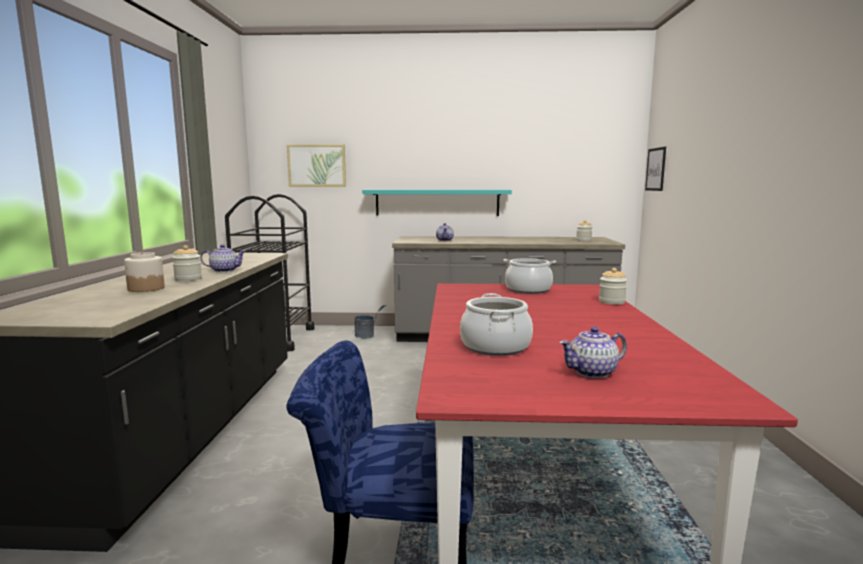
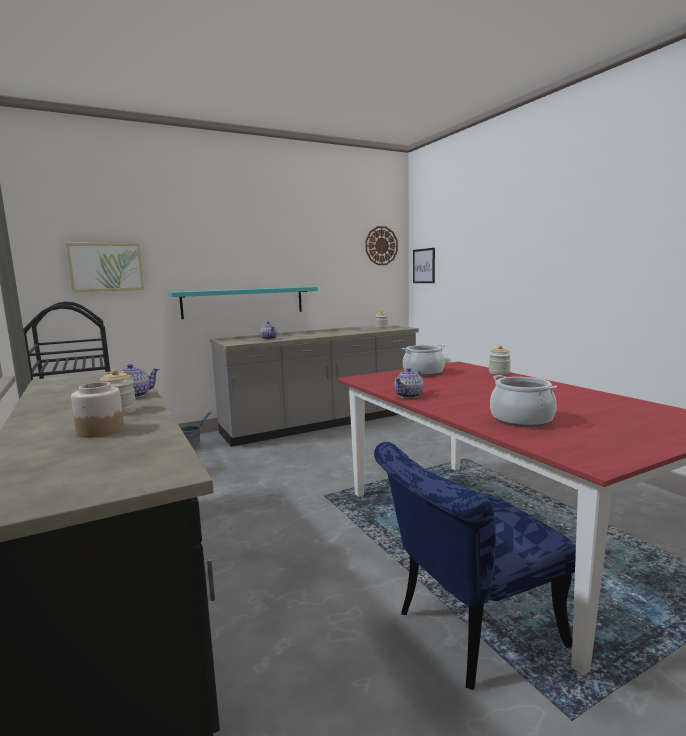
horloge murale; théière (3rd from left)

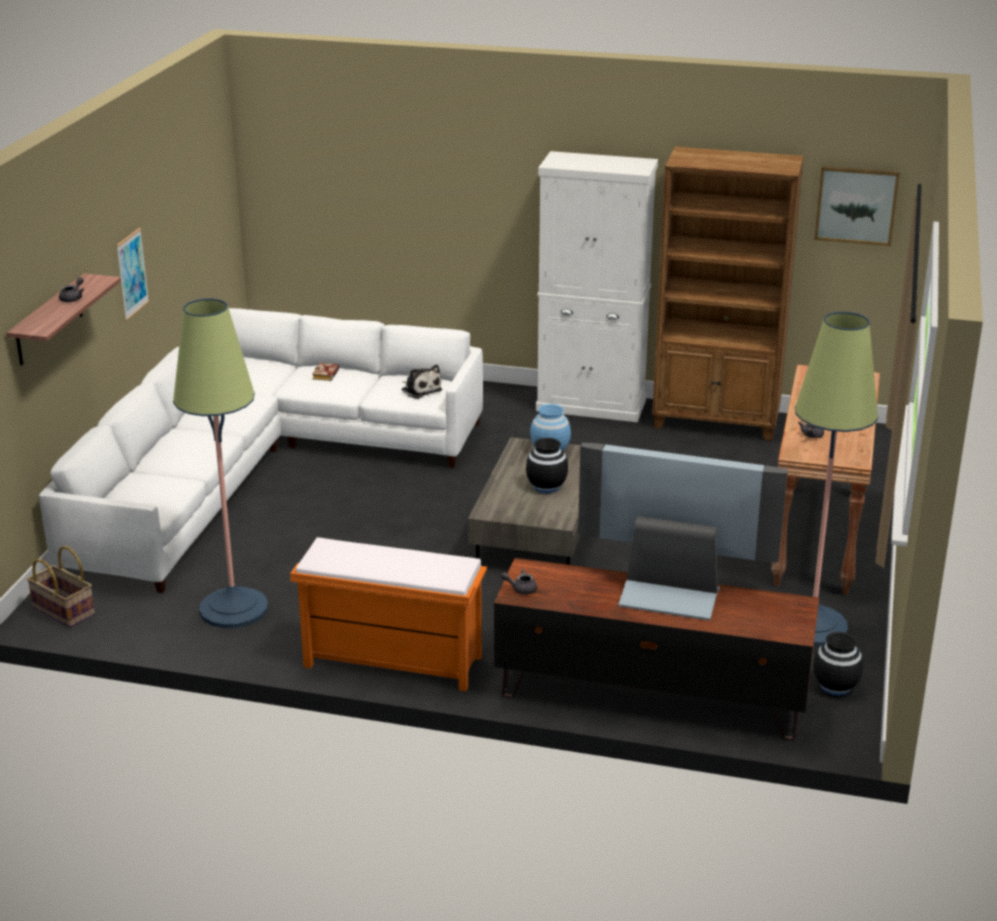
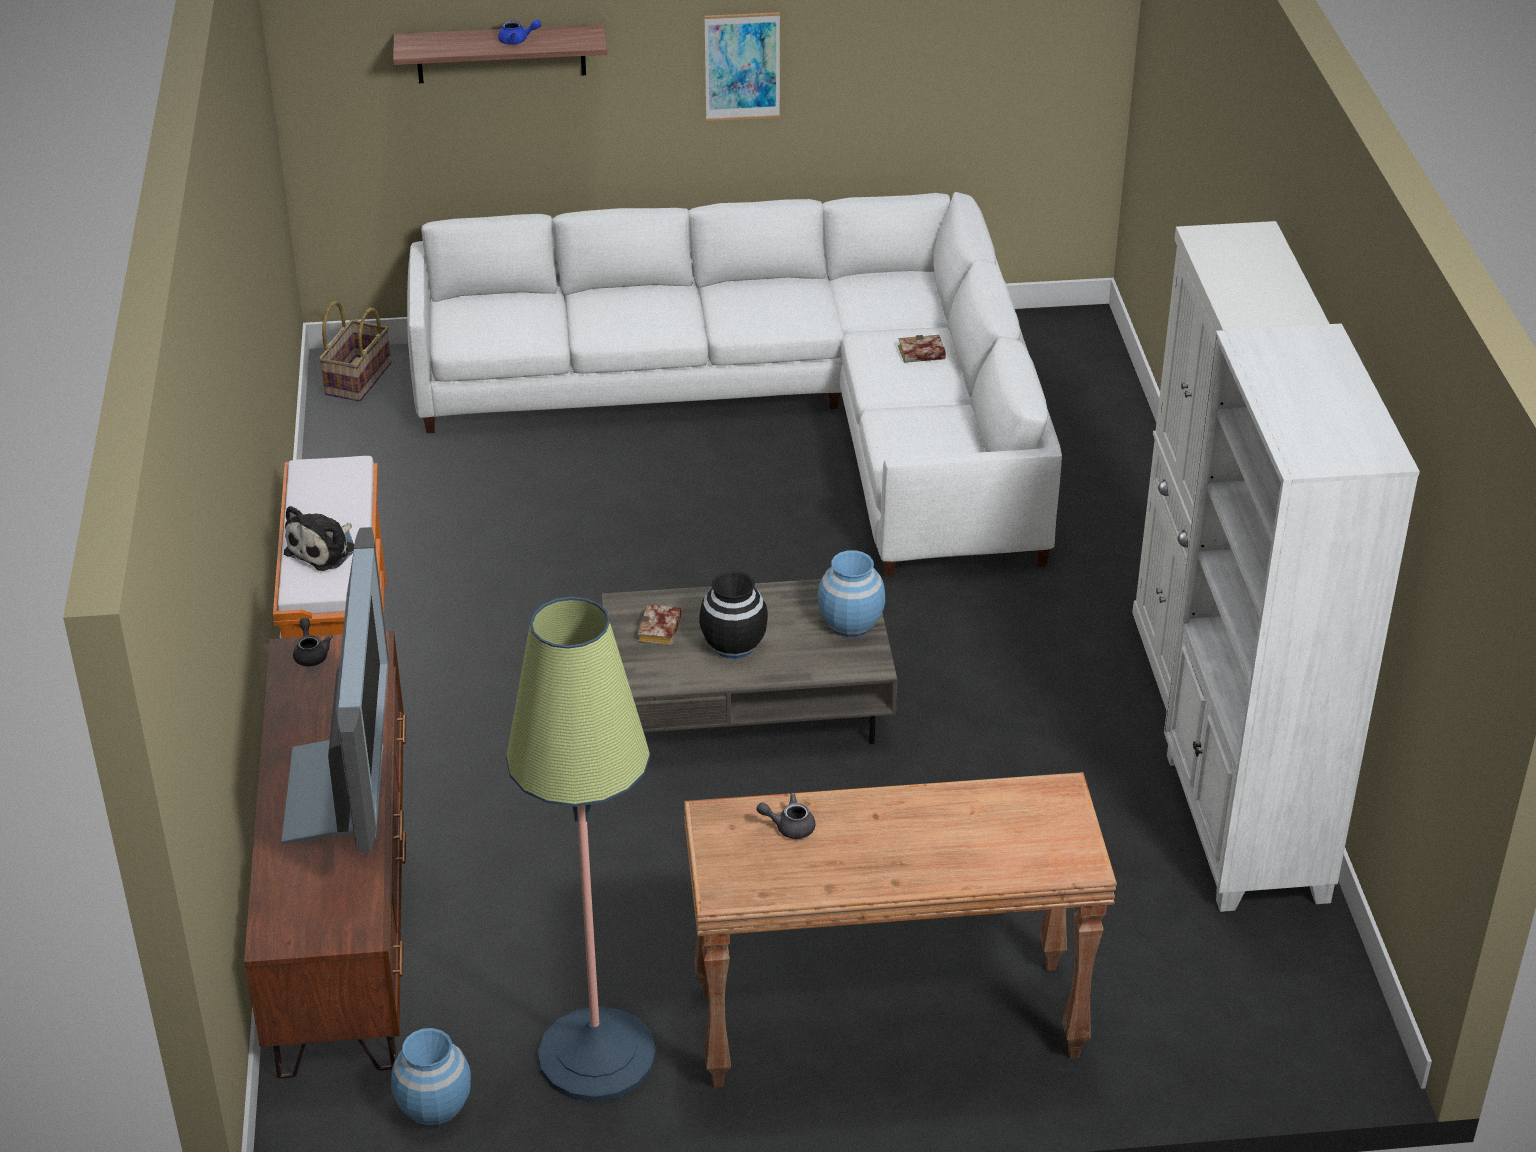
lampadaire (1st from left in the first image); tableau (2nd from left in the first image); livre (1st from left); peluche; théière [bleu]; bibliothèque [blanc]; vase [bleu] (1st from left)

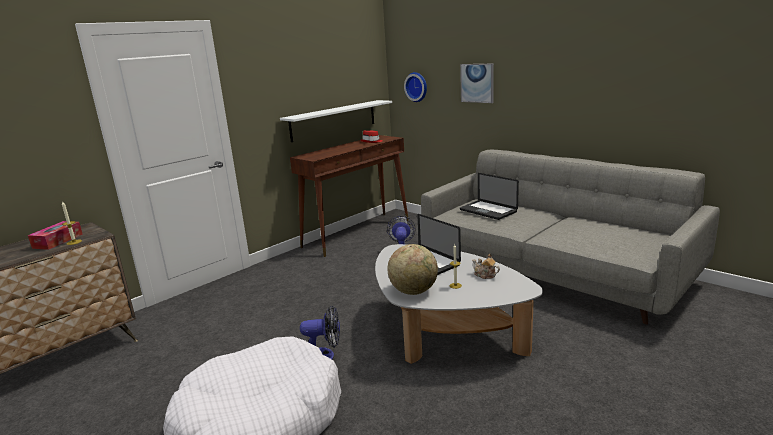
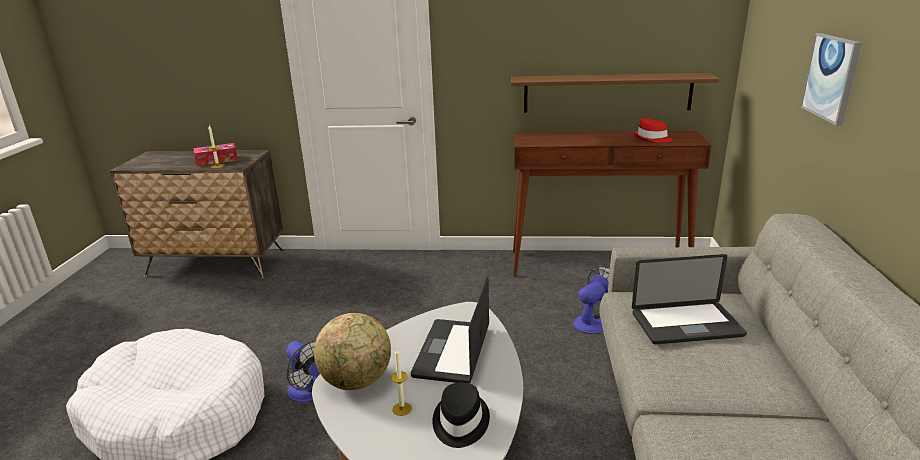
horloge murale; chapeau [noir]; étagère [marron]; ordinateur portable (2nd from left)

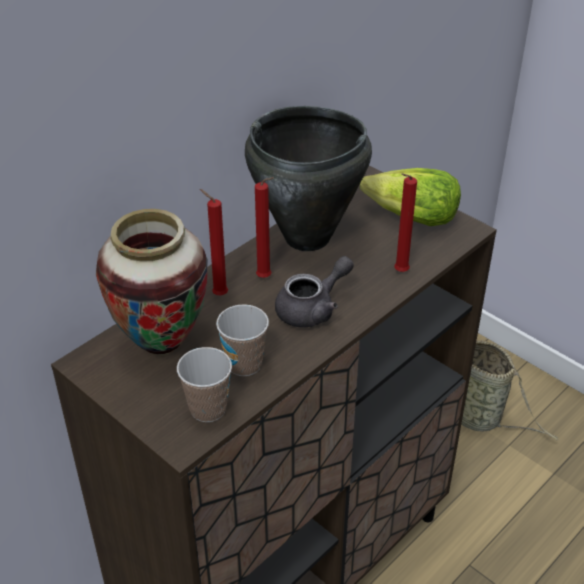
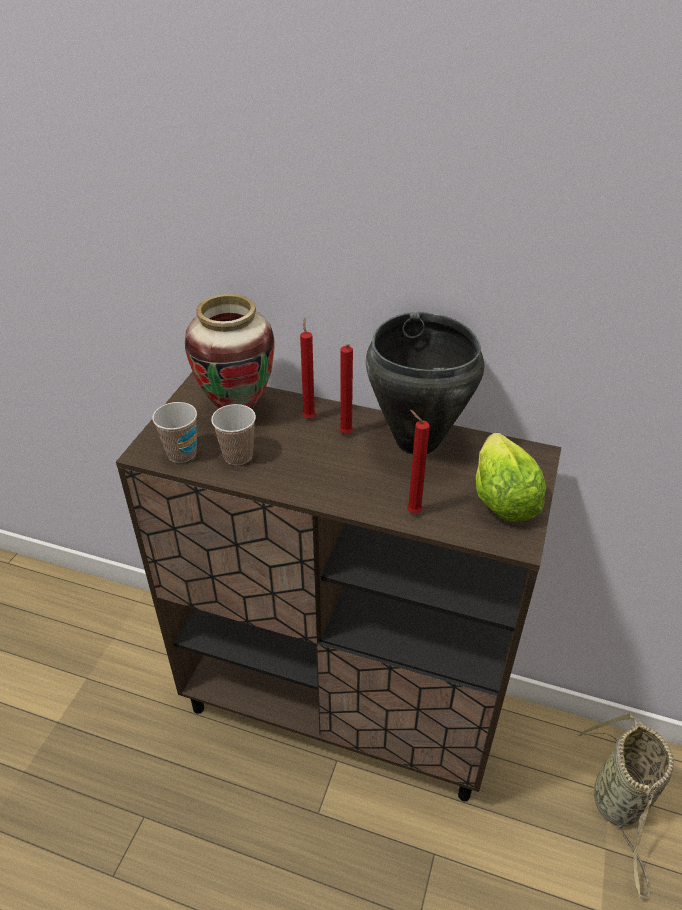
théière [gris]

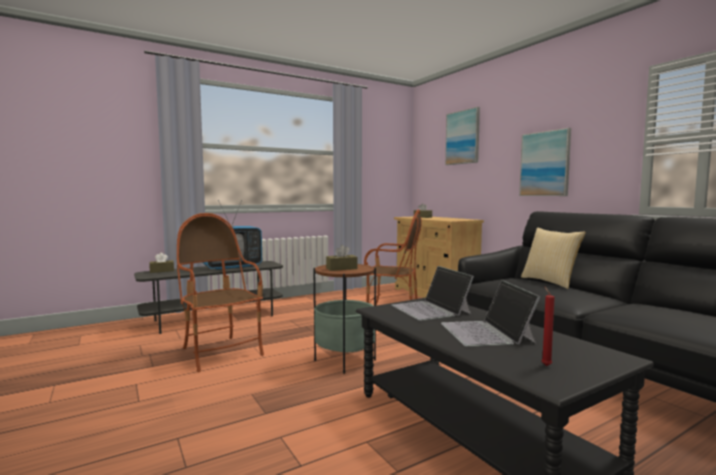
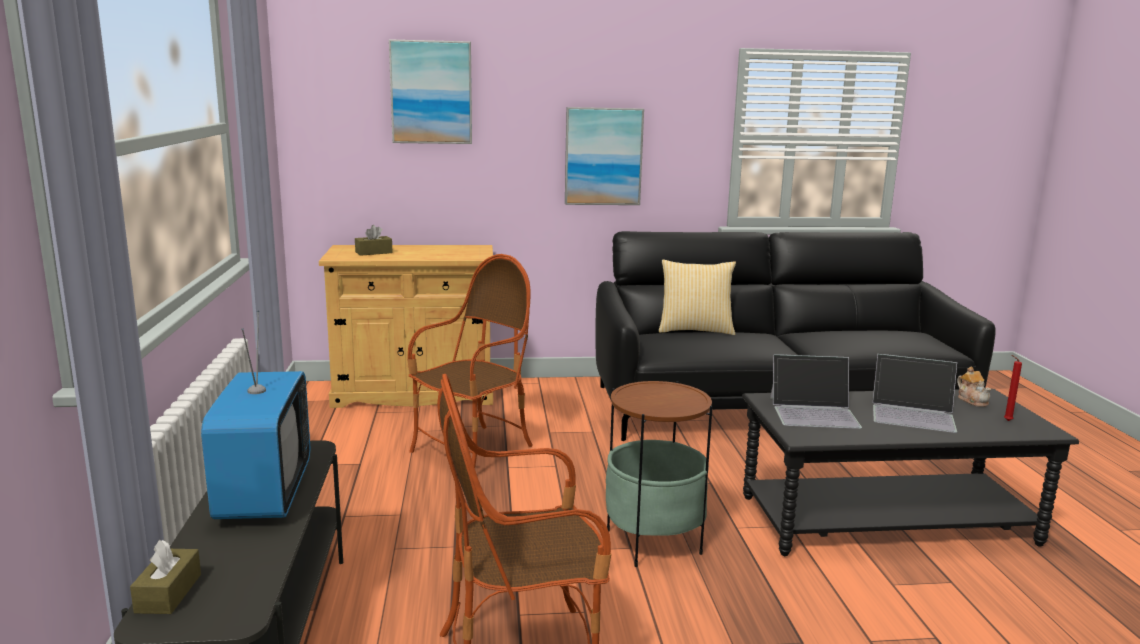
boîte à mouchoirs [marron] (2nd from left in the first image); théière

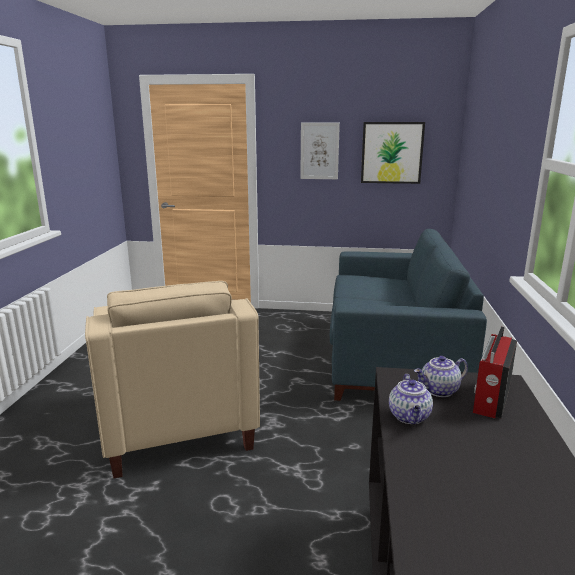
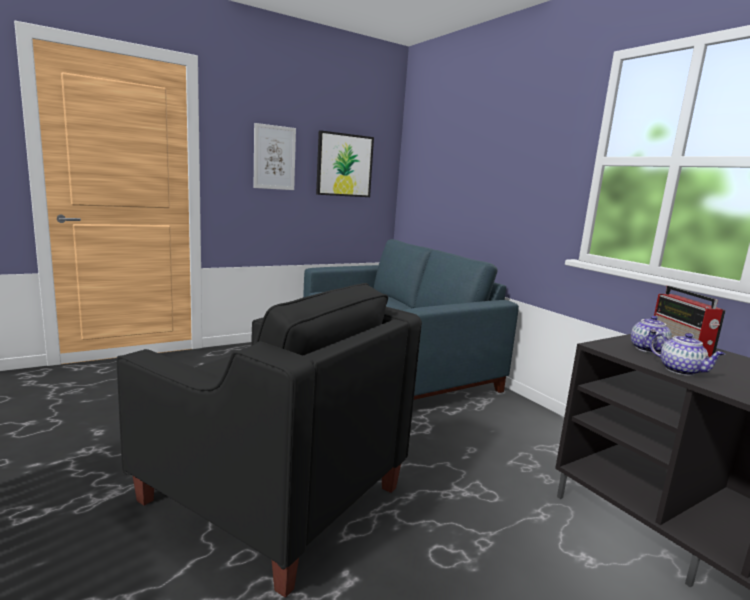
fauteuil [noir]

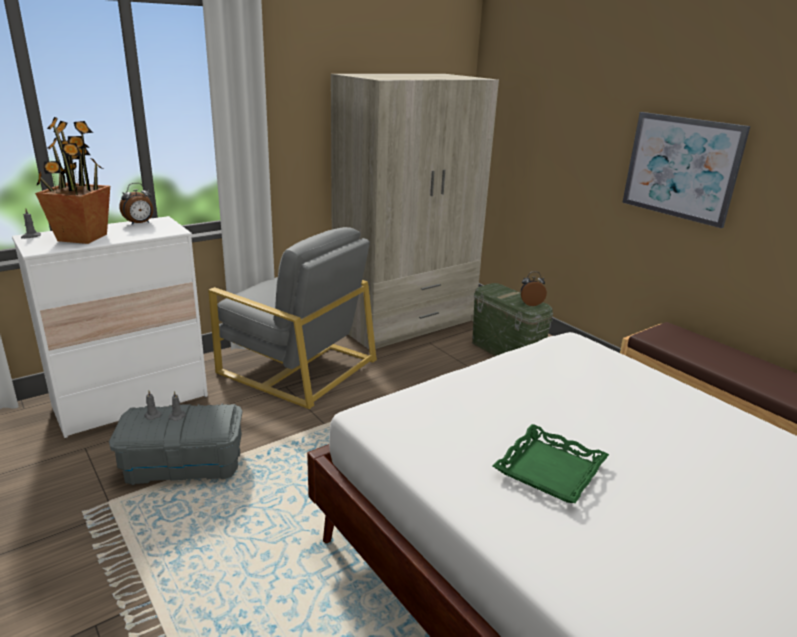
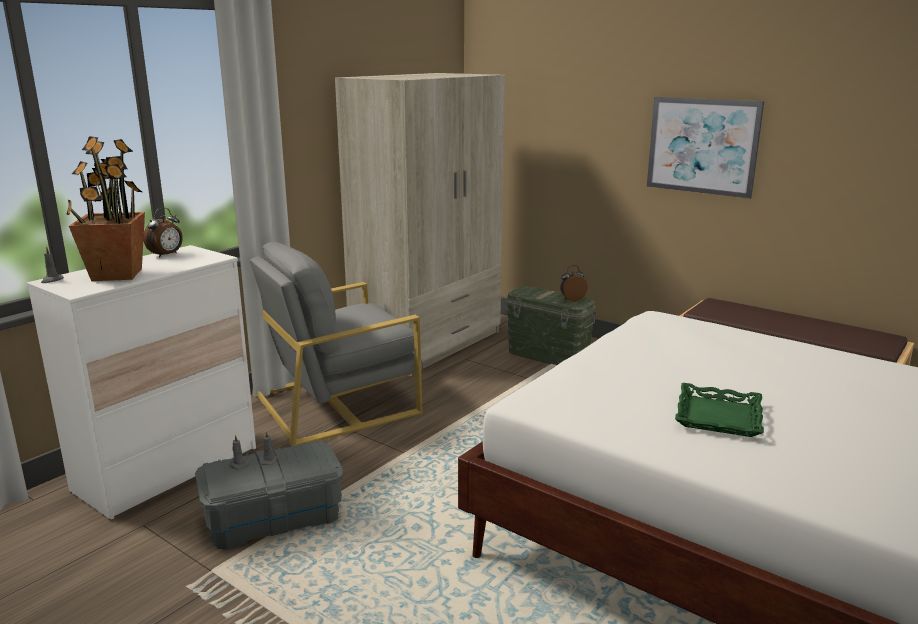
fauteuil [gris]

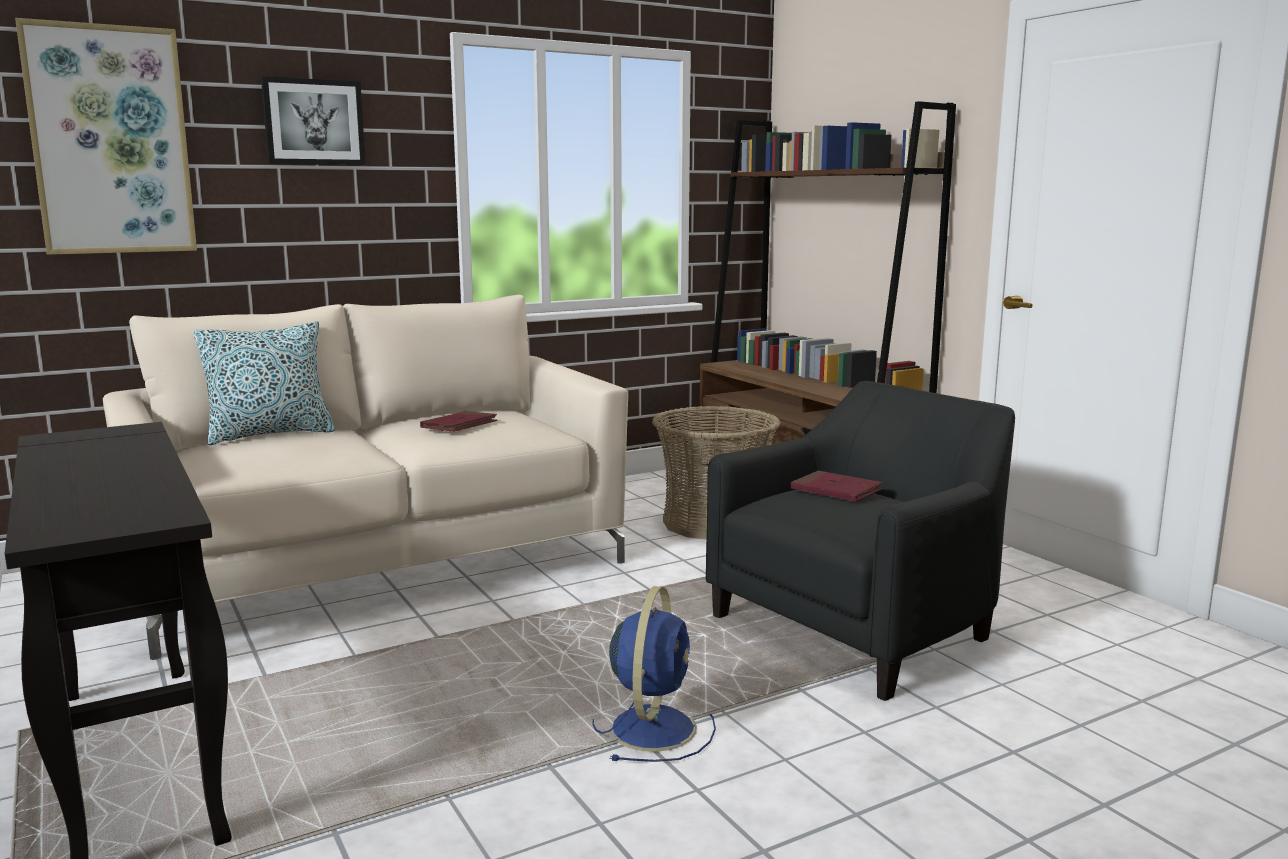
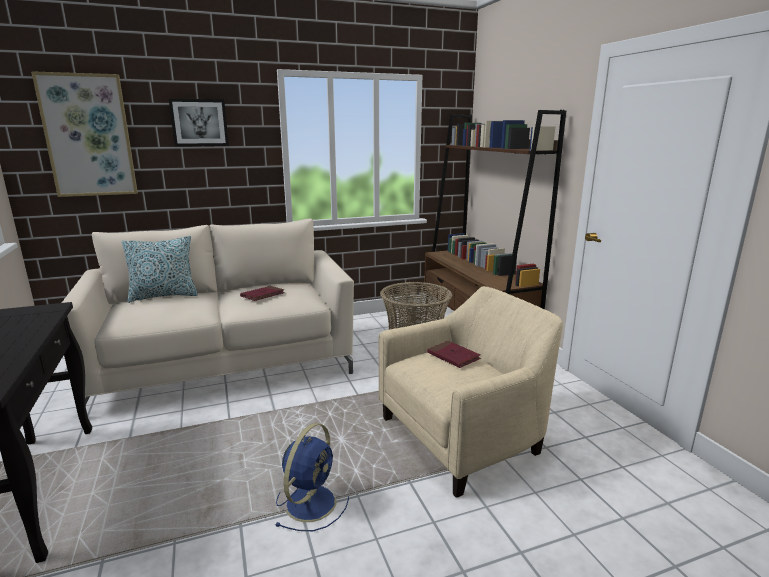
fauteuil [beige]

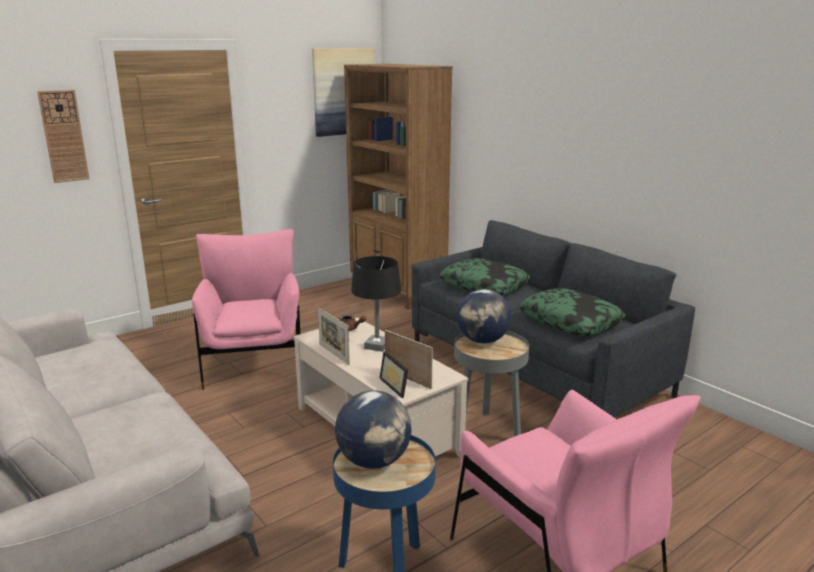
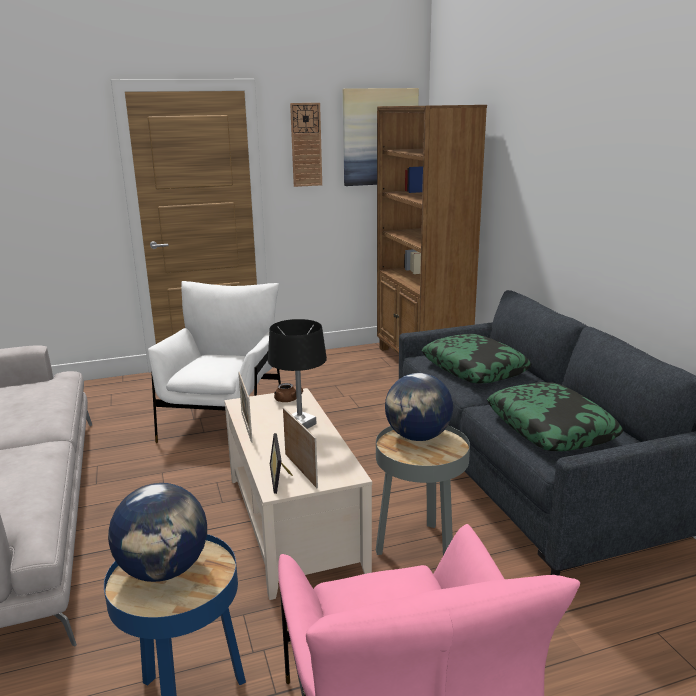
horloge murale; fauteuil [blanc]

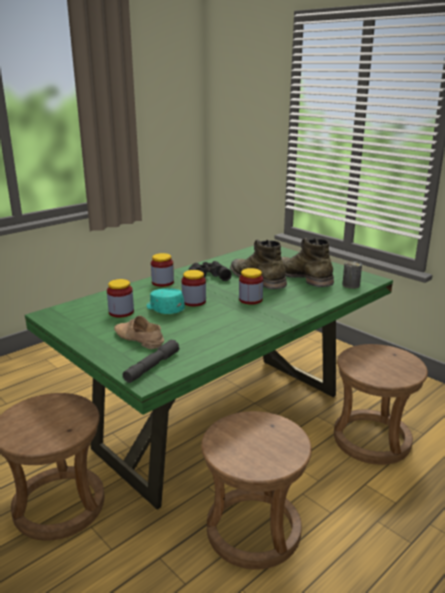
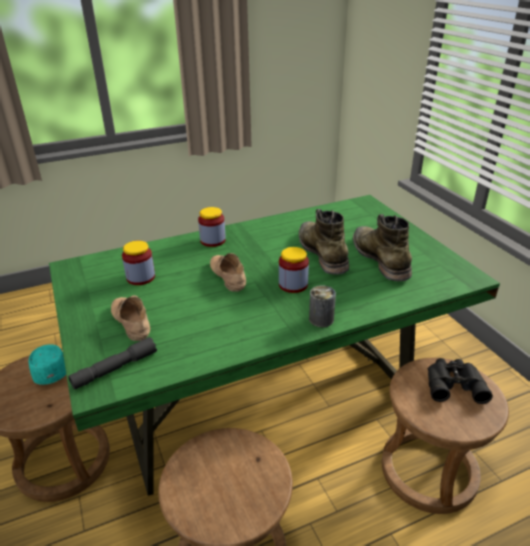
casquette [turquoise]; jumelles [noir]; boîte métallique; chaussure [beige] (2nd from left)

